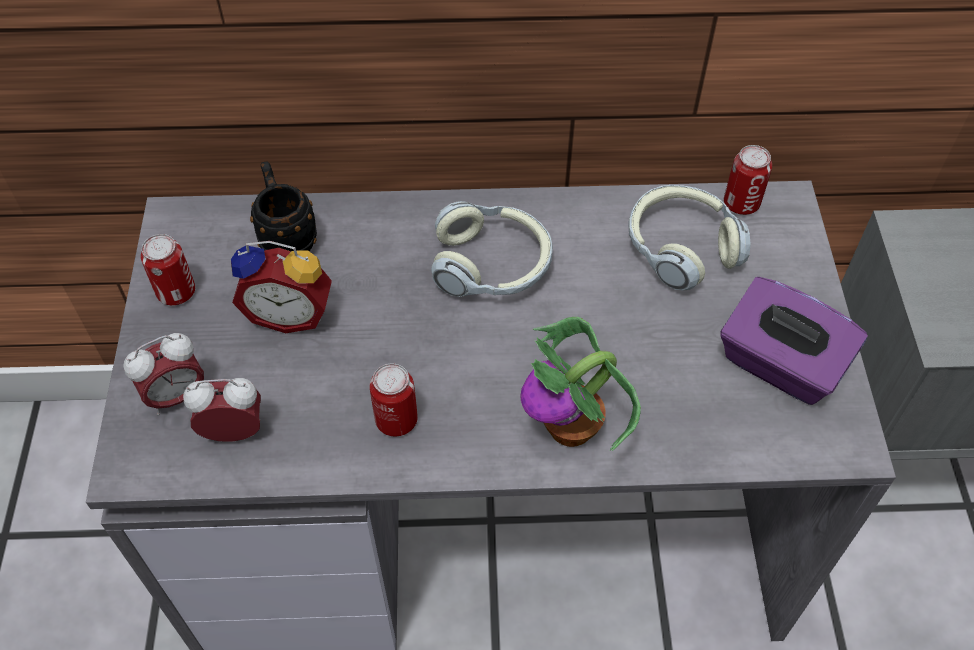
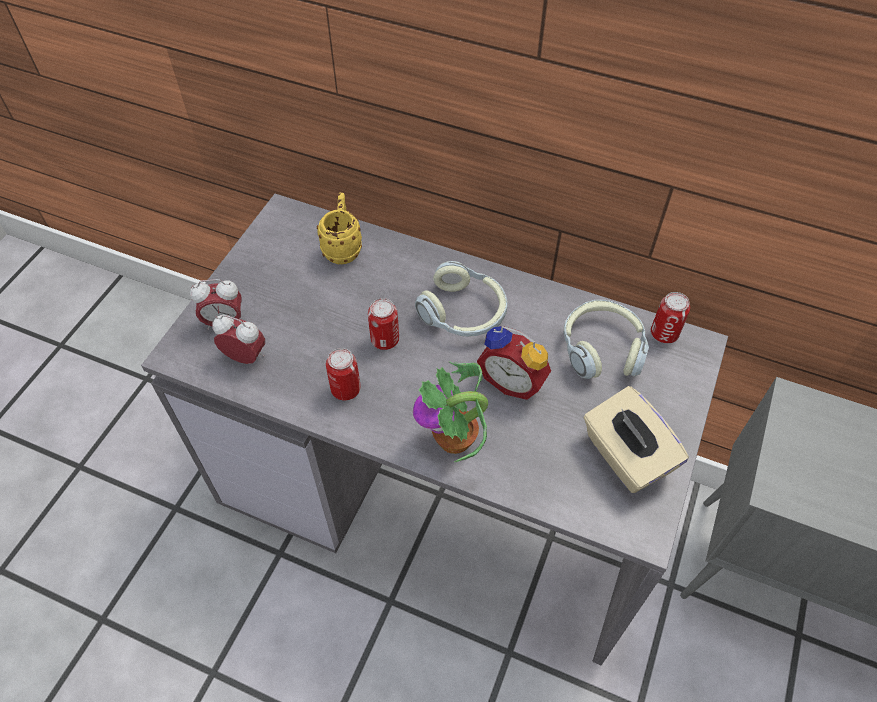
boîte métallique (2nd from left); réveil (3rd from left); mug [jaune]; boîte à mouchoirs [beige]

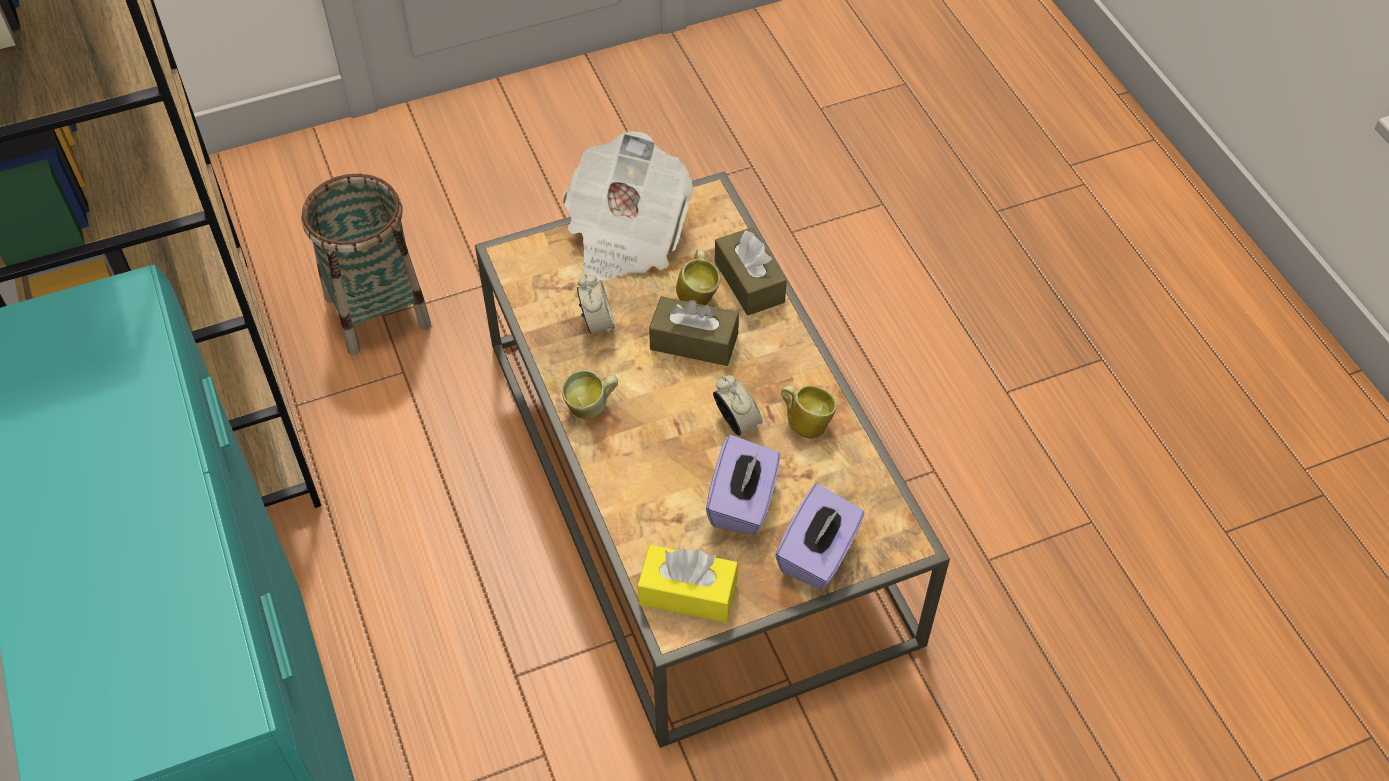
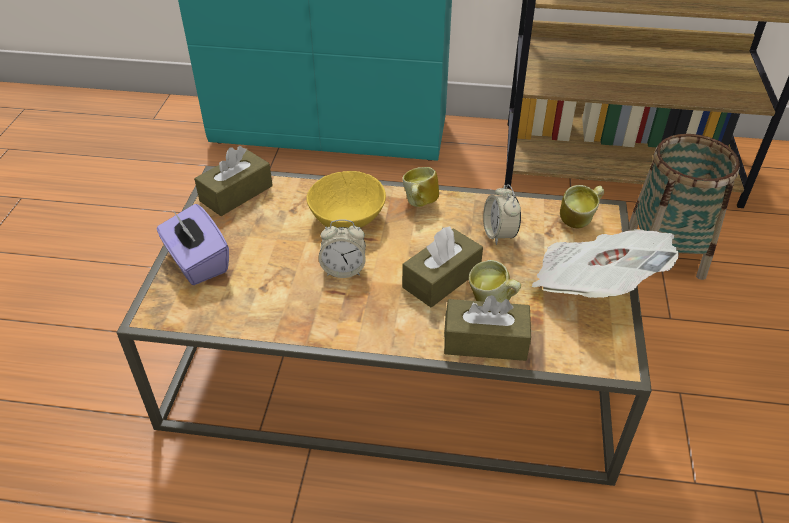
boîte à mouchoirs [violet] (1st from left in the first image); bol [jaune]; mug (3rd from left); boîte à mouchoirs [marron] (1st from left); réveil (2nd from left)

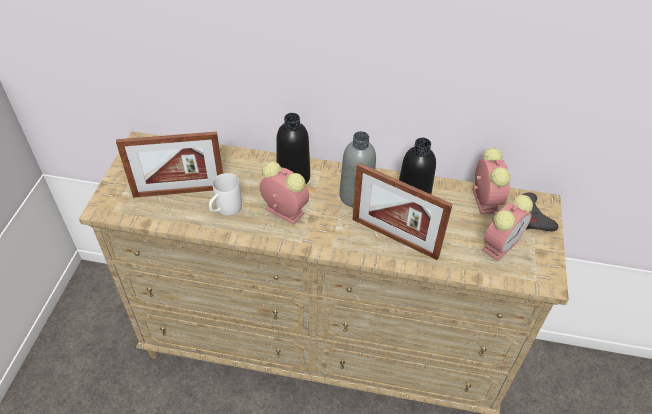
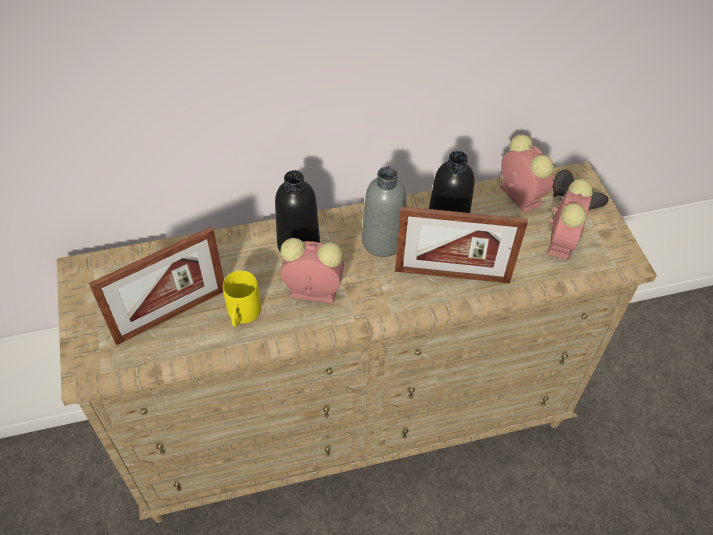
mug [jaune]

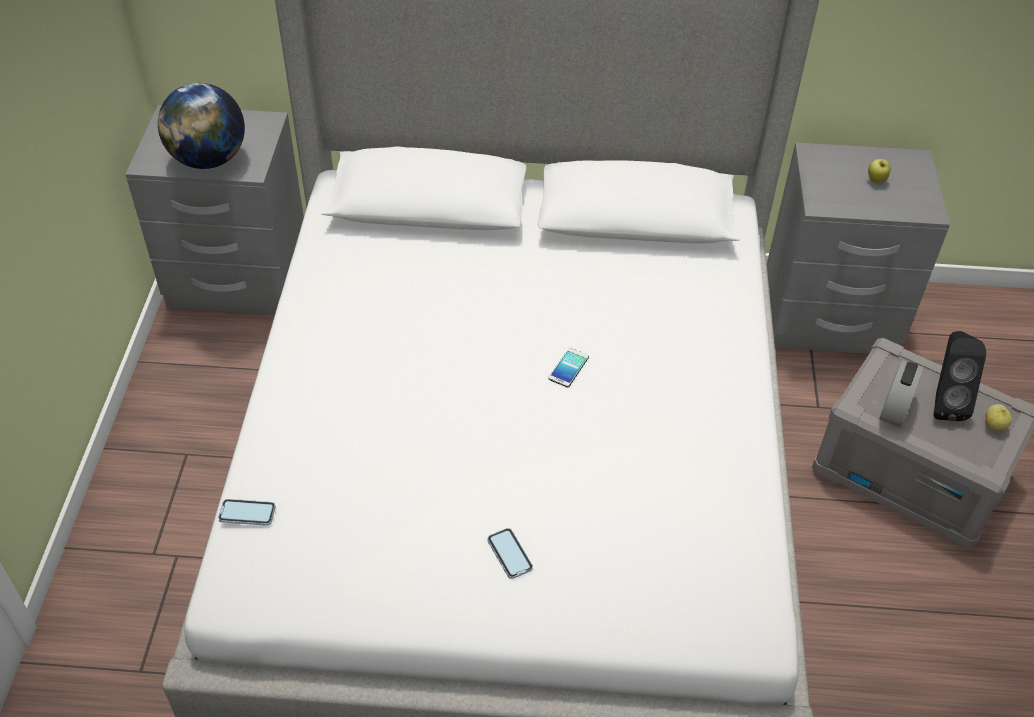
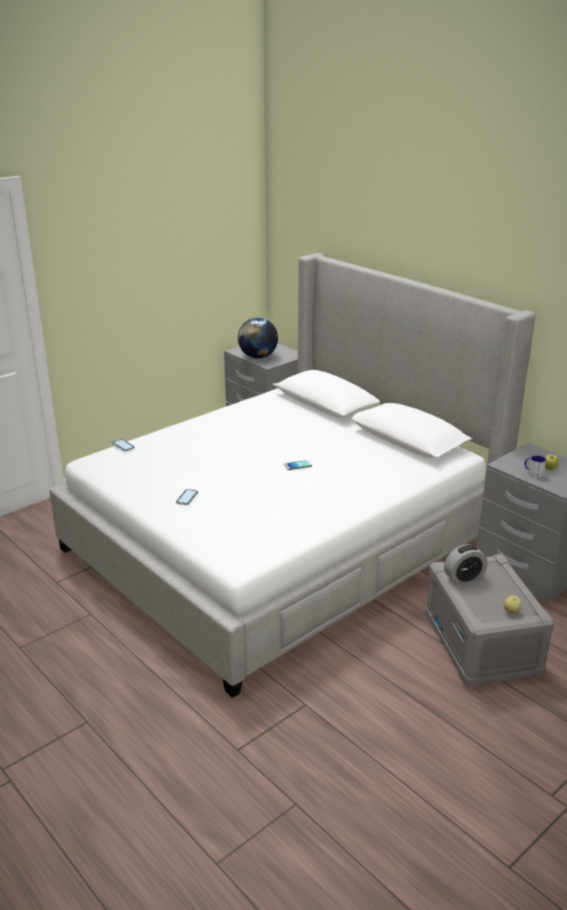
enceinte [noir]; mug

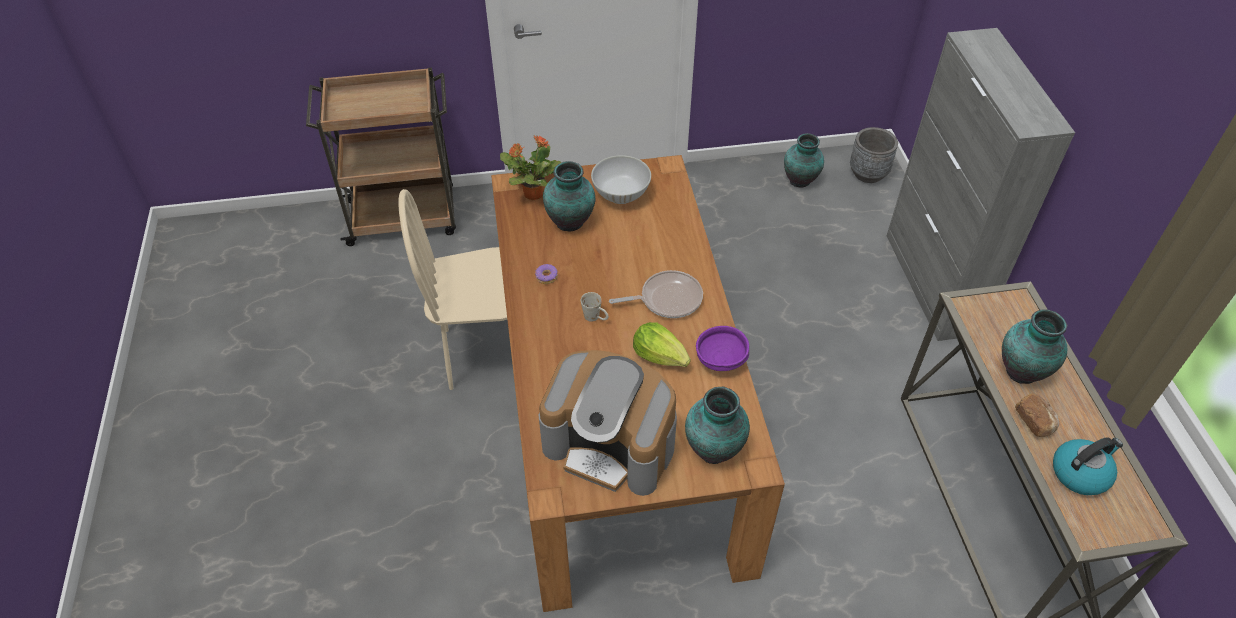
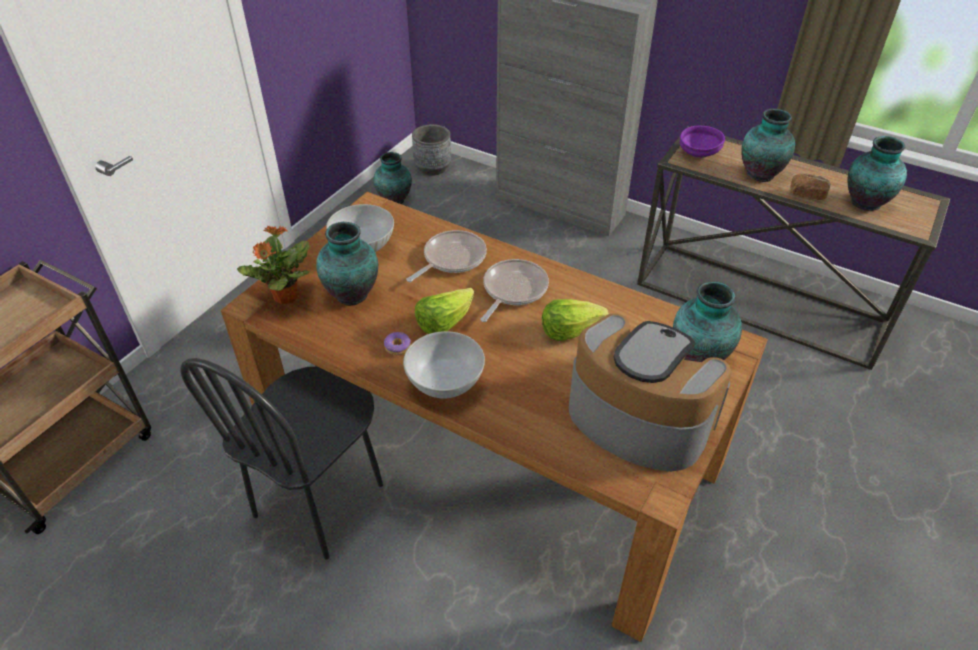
mug [blanc]; bol [blanc] (2nd from left); poêle (1st from left); laitue (1st from left); bol [violet]; vase (5th from left); chaise [noir]; machine à café

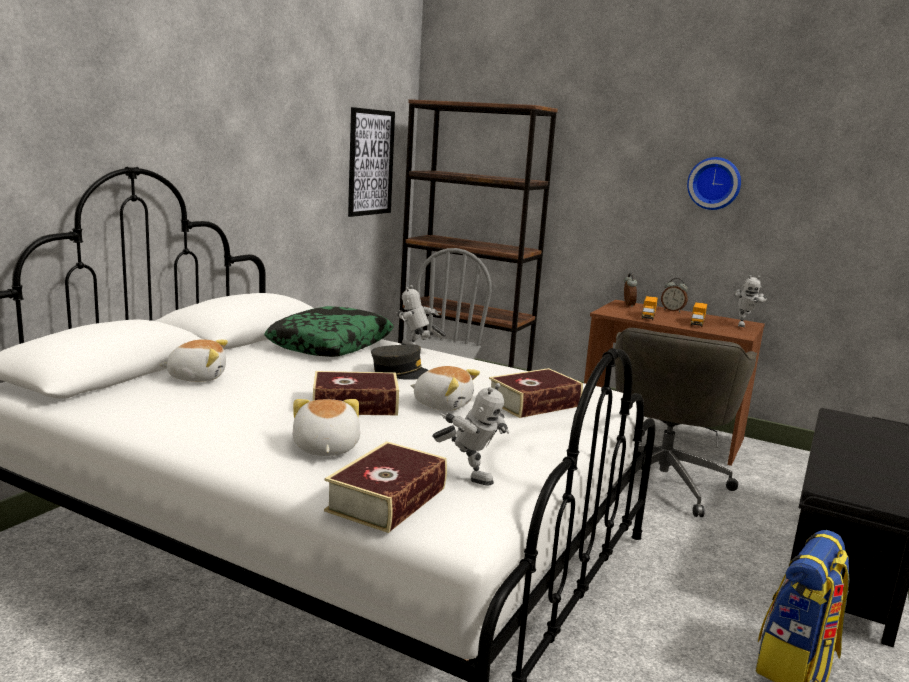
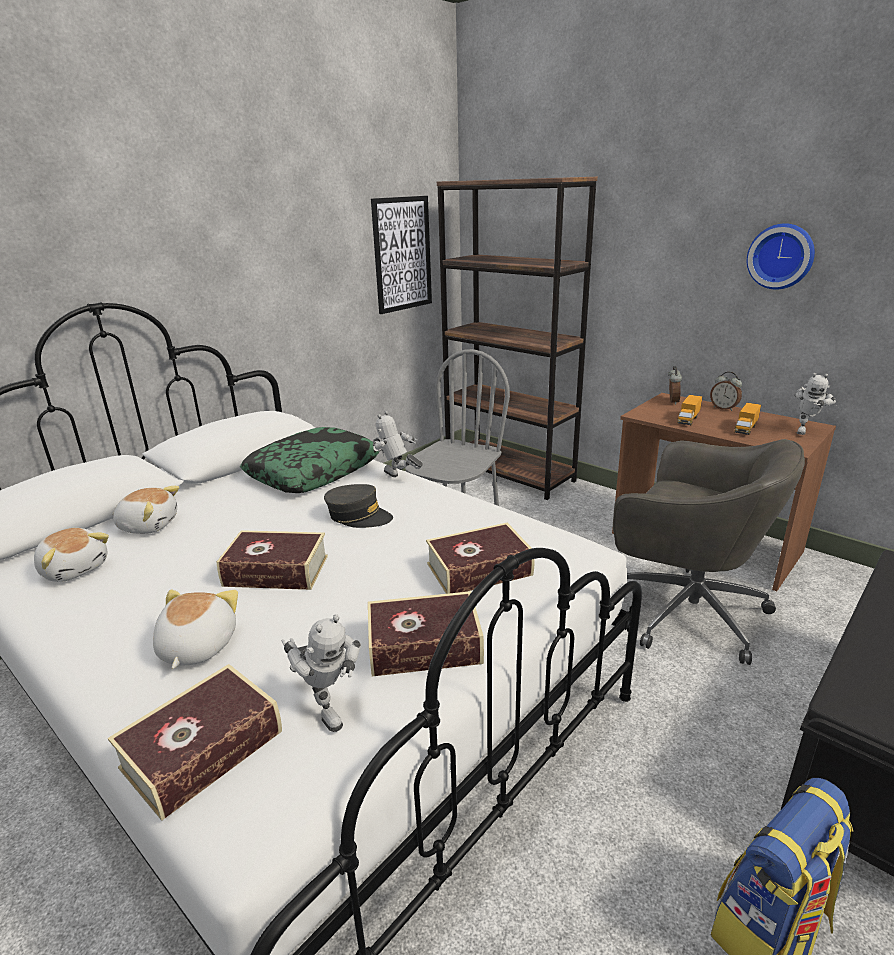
livre (3rd from left); peluche (1st from left); chaise de bureau [gris]

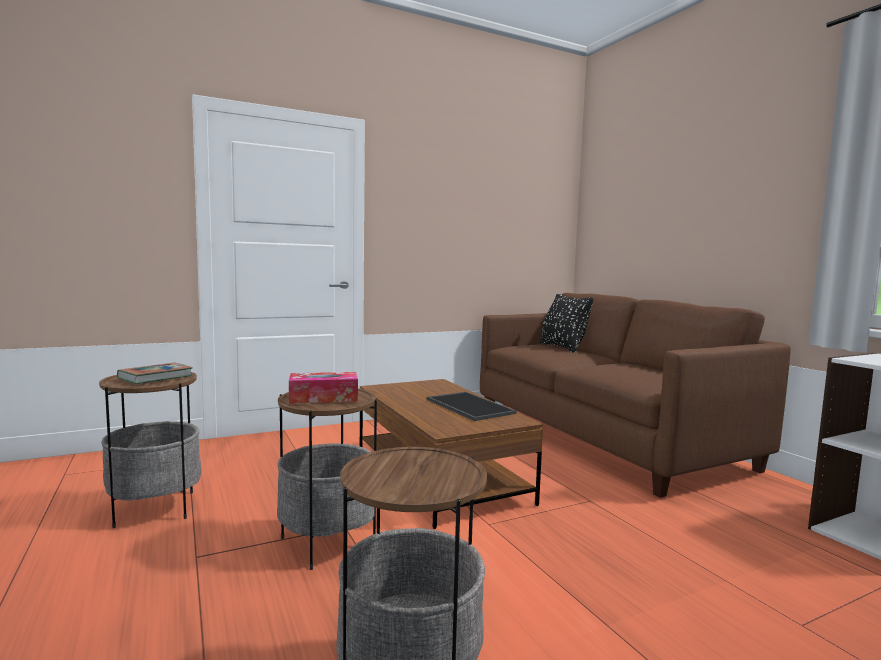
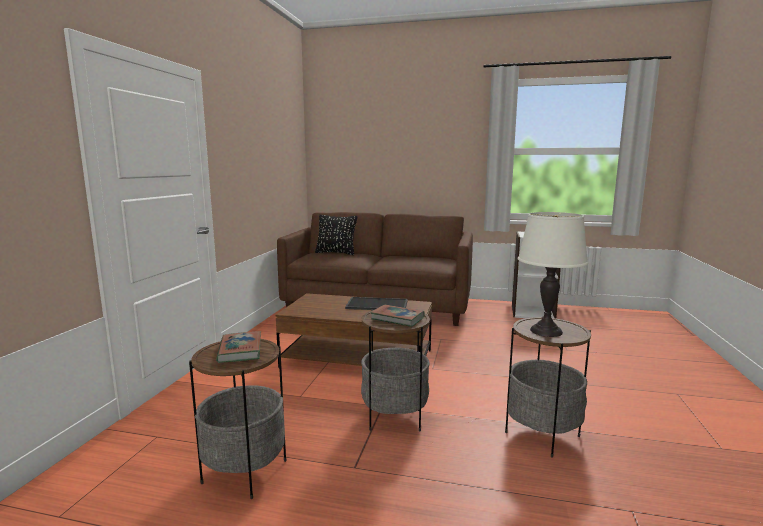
lampe de table [blanc]; livre (2nd from left)

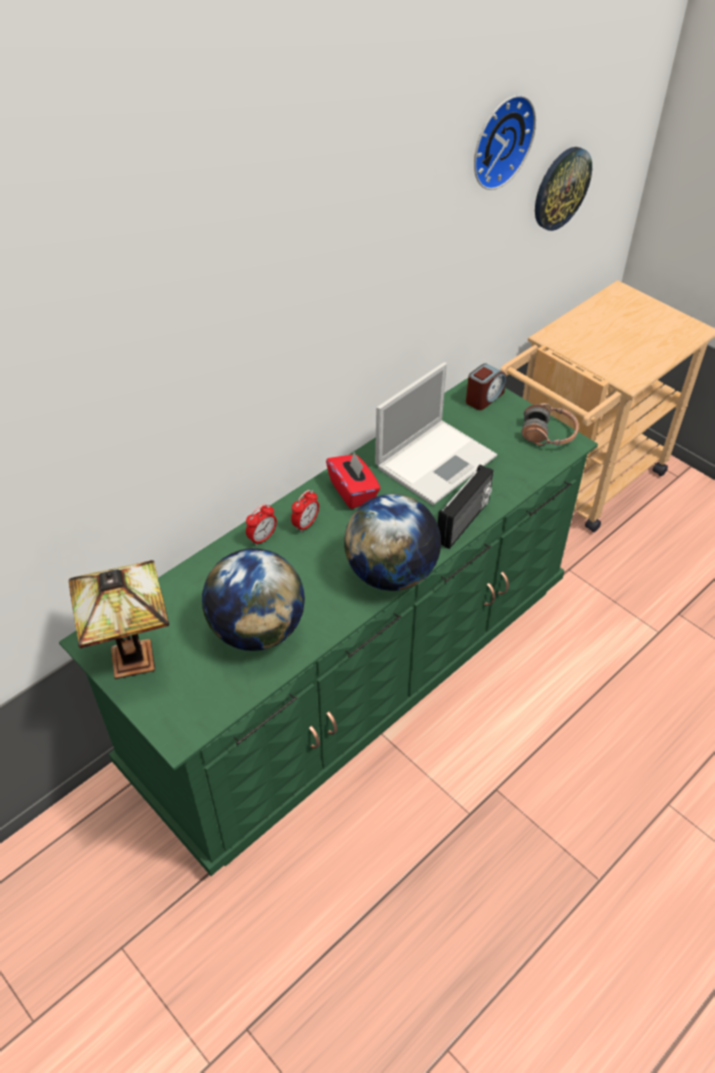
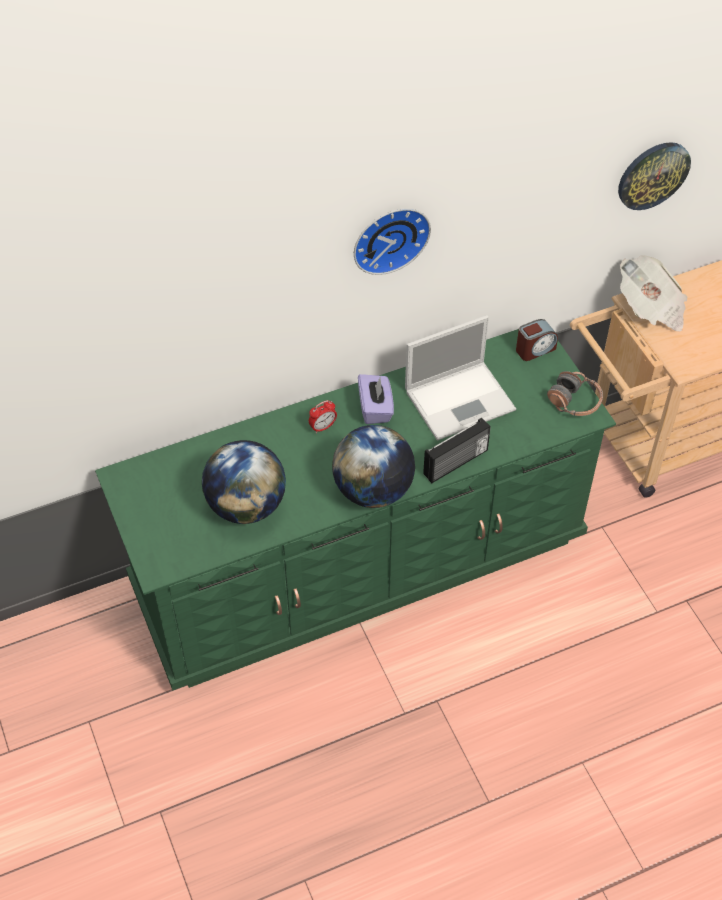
lampe de table; réveil (1st from left in the first image); journal; horloge murale (1st from left); boîte à mouchoirs [violet]

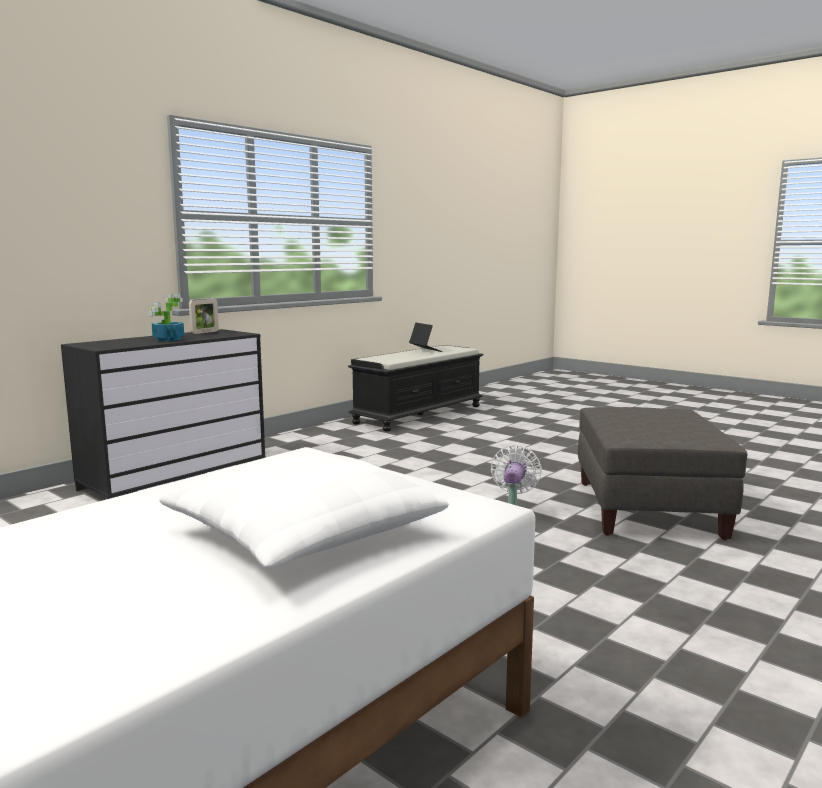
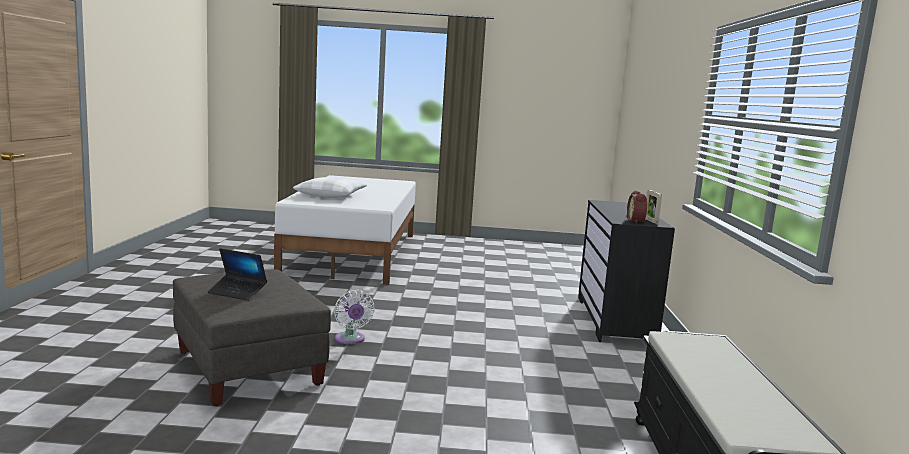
plante en pot; réveil; ordinateur portable

